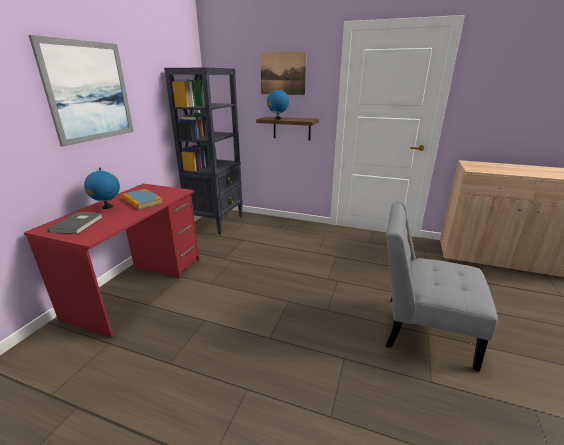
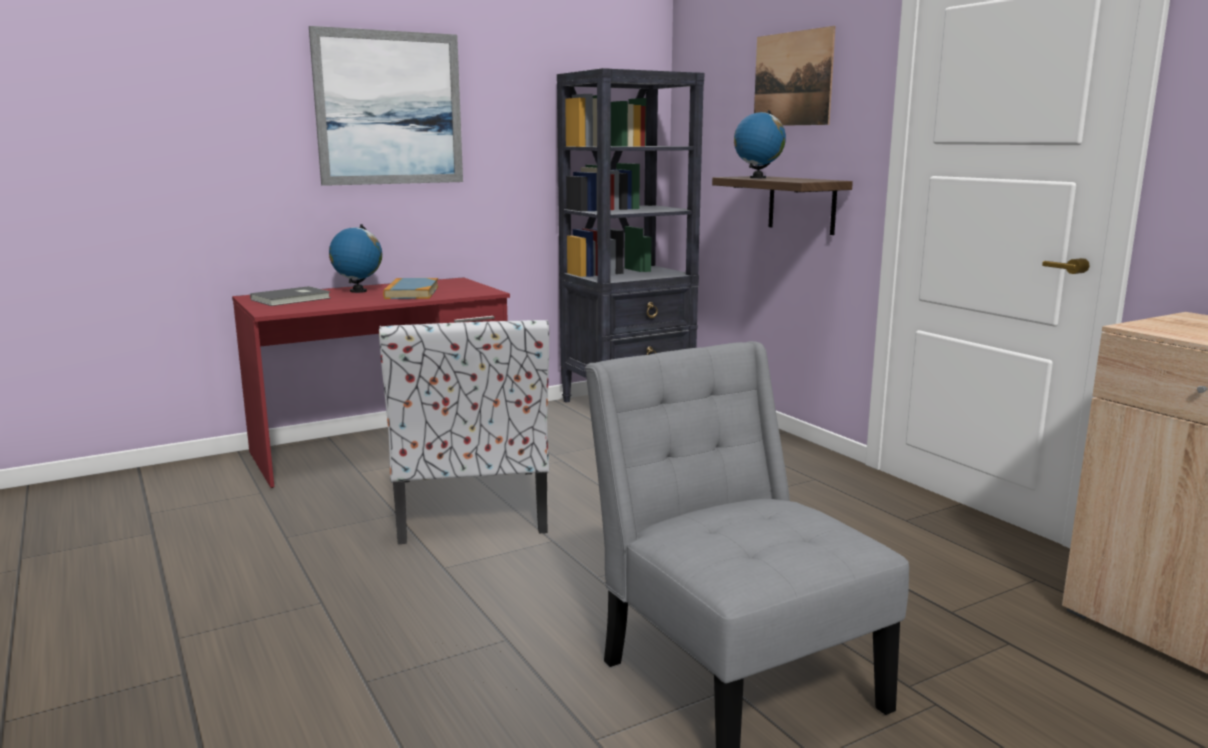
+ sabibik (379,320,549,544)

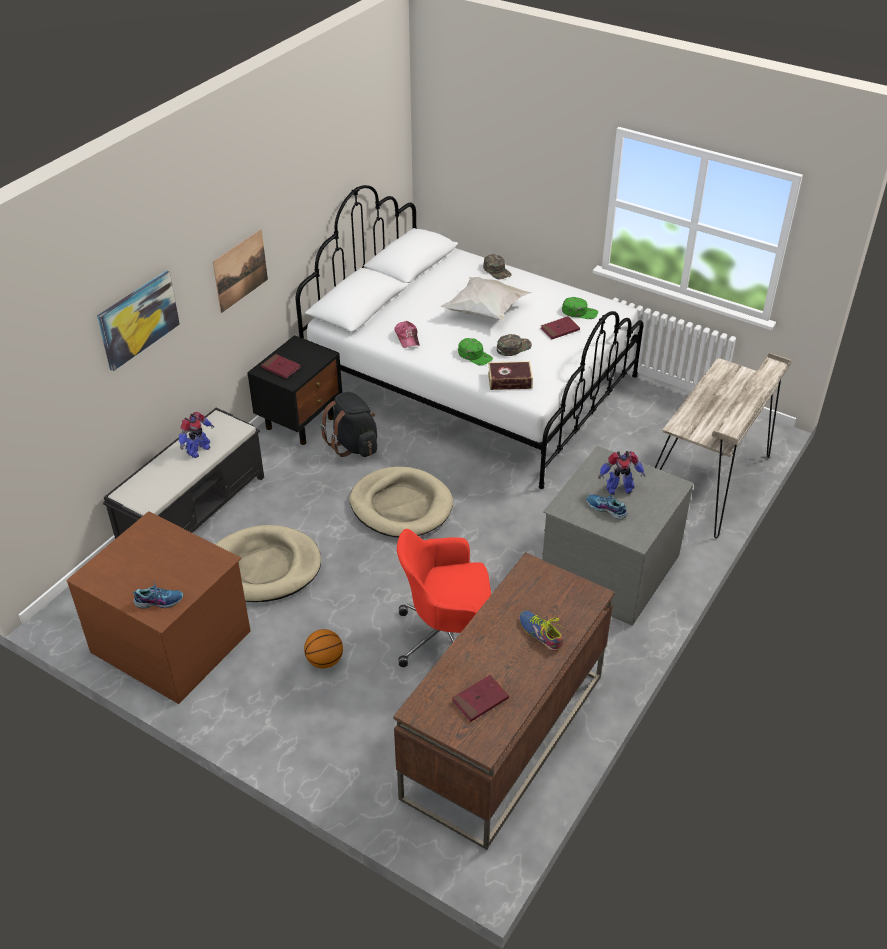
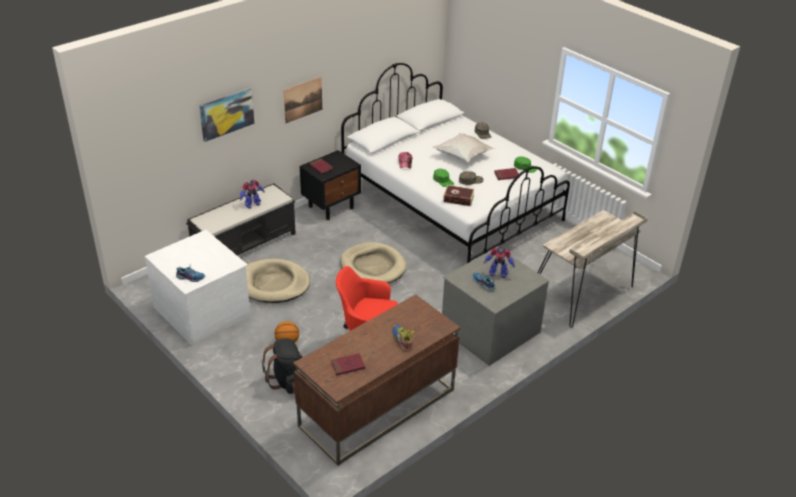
~ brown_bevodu (66,511,251,704) to white_bevodu (145,230,251,346)
~ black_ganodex (320,392,377,457) to (262,338,303,394)

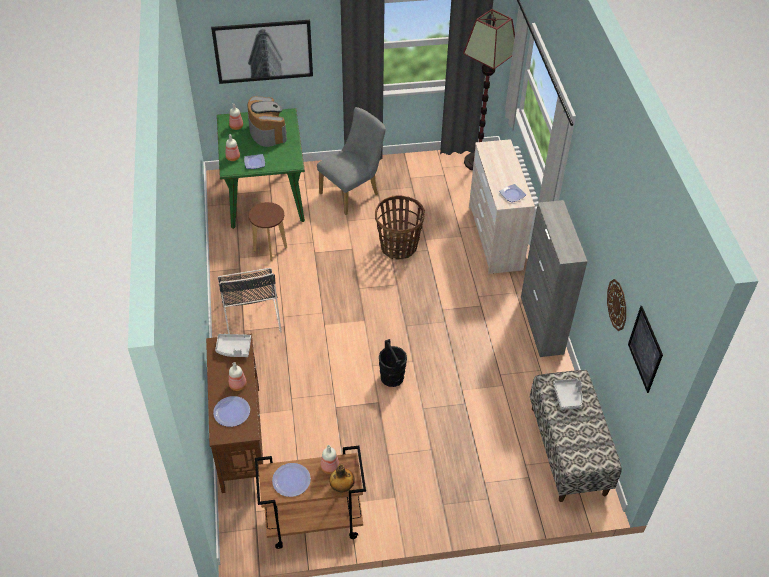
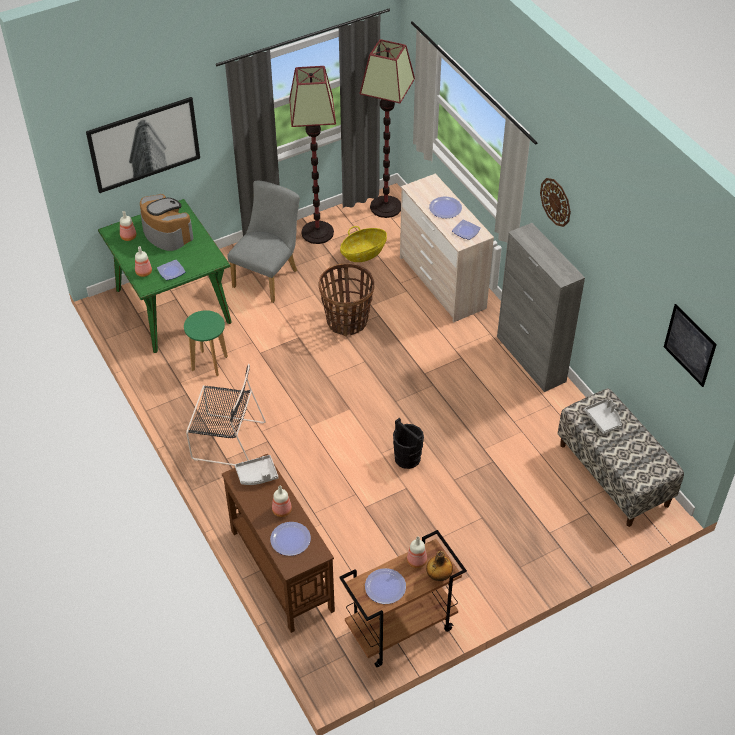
~ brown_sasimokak (249,202,287,261) to green_sasimokak (184,310,228,376)
~ black_sabibik (217,268,282,334) = (186,364,266,466) 45 degrees counterclockwise
+ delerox (289,66,336,244)
+ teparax (340,226,387,262)
+ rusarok (429,196,462,218)
~ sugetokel (607,279,626,331) to (540,178,571,227)

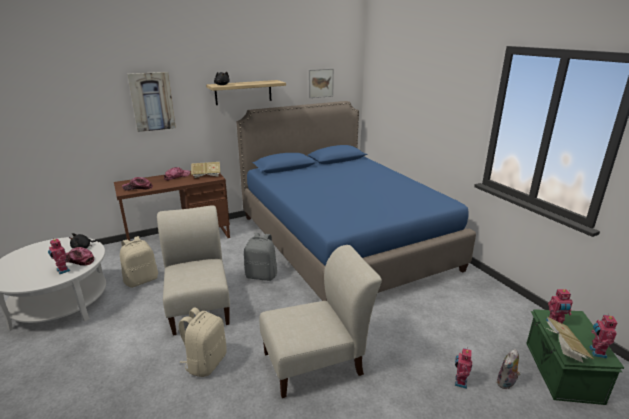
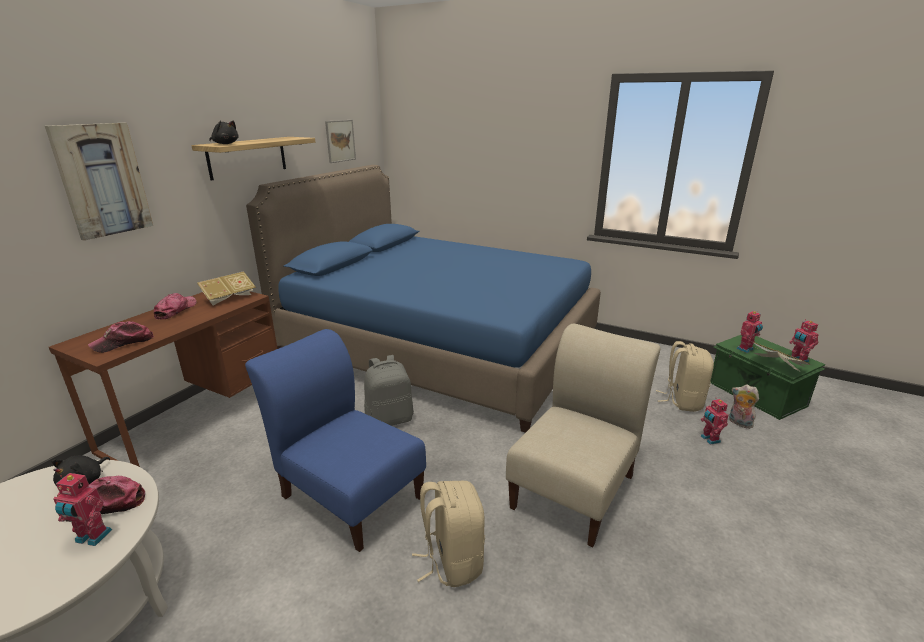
~ beige_sabibik (157,205,230,335) to blue_sabibik (245,329,426,552)
~ beige_ganodex (120,236,158,288) to (656,341,714,412)
~ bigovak (496,349,520,389) = (729,384,759,429) 120 degrees clockwise

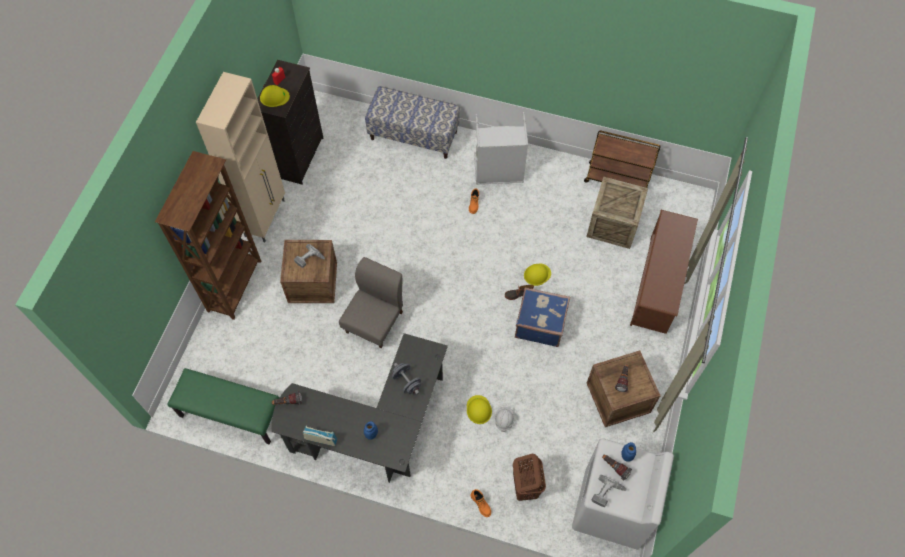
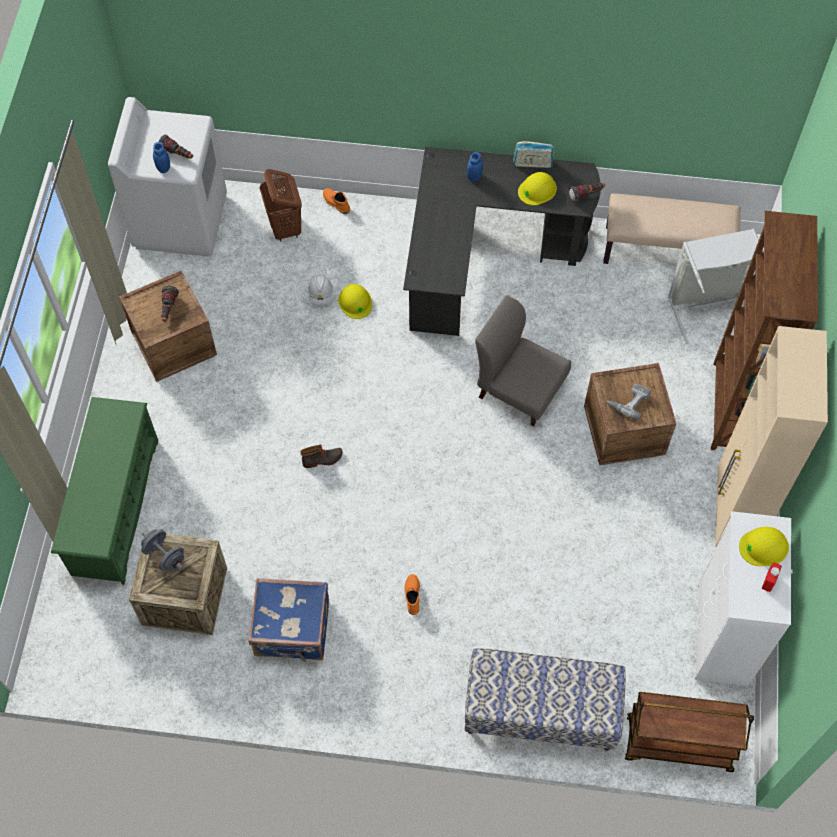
~ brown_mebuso (630,210,698,334) to green_mebuso (51,397,158,585)
~ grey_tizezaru (392,363,421,394) to (141,529,184,571)
~ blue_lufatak (515,287,570,347) to (248,578,329,662)
~ grey_sabibik (339,257,403,348) = (475,295,571,427) 105 degrees clockwise
~ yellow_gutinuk (524,264,551,286) to (518,172,557,205)
~ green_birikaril (167,368,279,445) to beige_birikaril (603,194,741,264)
~ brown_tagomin (584,131,660,188) to (625,692,754,772)
~ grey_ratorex (474,112,528,185) to (668,228,764,344)
~ black_bevodu (258,60,323,184) to white_bevodu (694,511,795,686)
- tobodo (592,475,626,507)

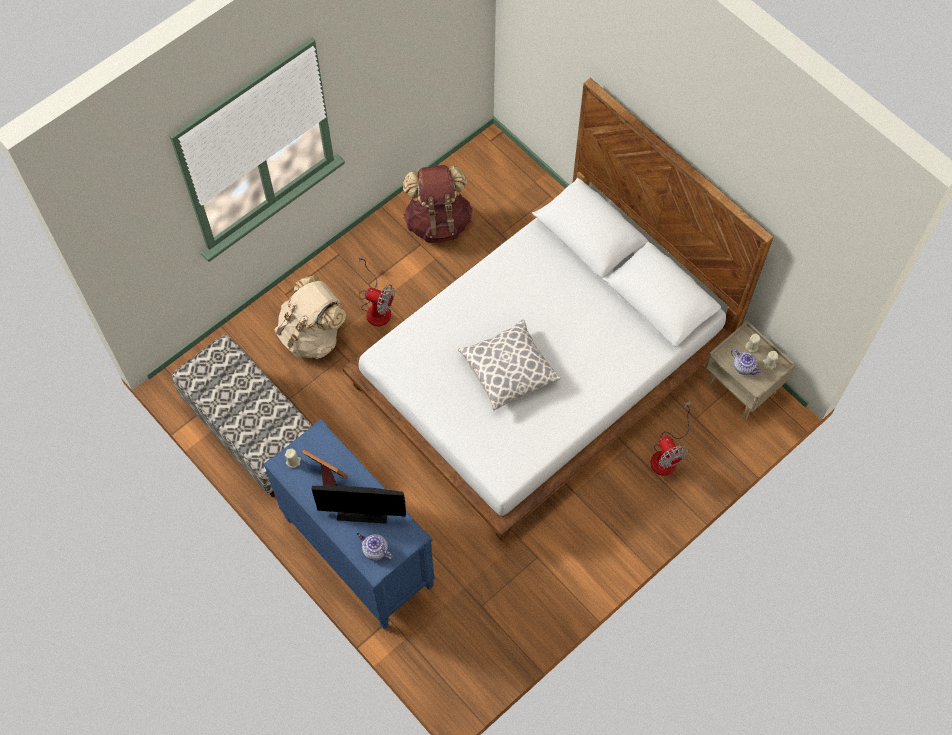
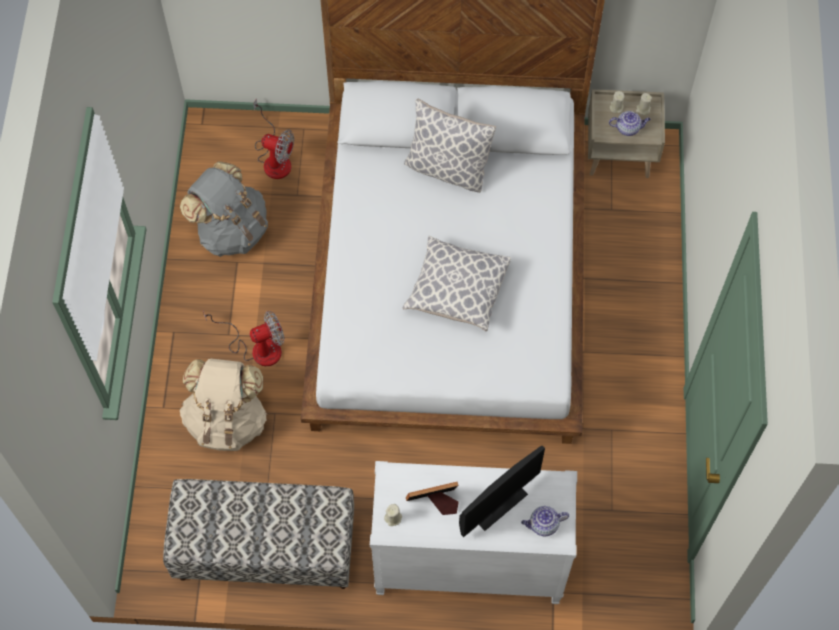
~ brown_ganodex (403,165,473,243) to grey_ganodex (180,161,268,257)
~ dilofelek (650,401,691,476) to (253,99,294,179)
~ blue_bevodu (263,419,435,629) to white_bevodu (370,461,577,604)
+ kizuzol (404,99,496,193)

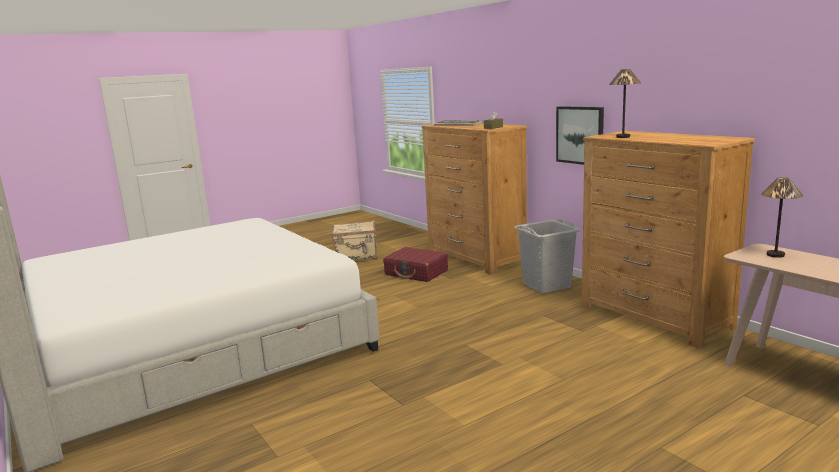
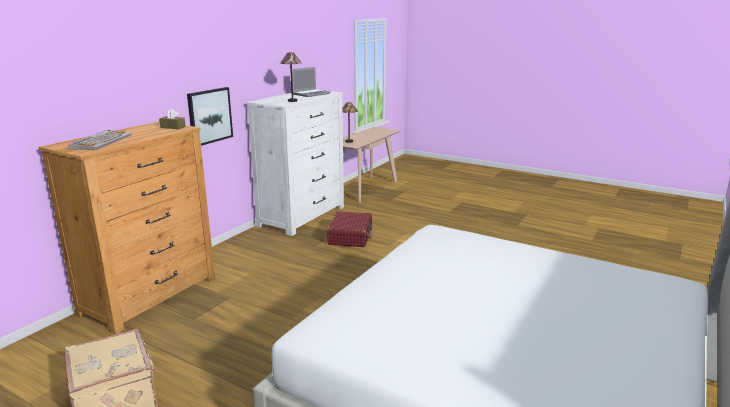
~ brown_bevodu (582,131,755,348) to white_bevodu (246,91,344,236)
+ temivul (292,67,331,97)
~ red_lufatak (383,247,448,282) to (327,211,372,247)
- grey_ratorex (514,219,581,294)

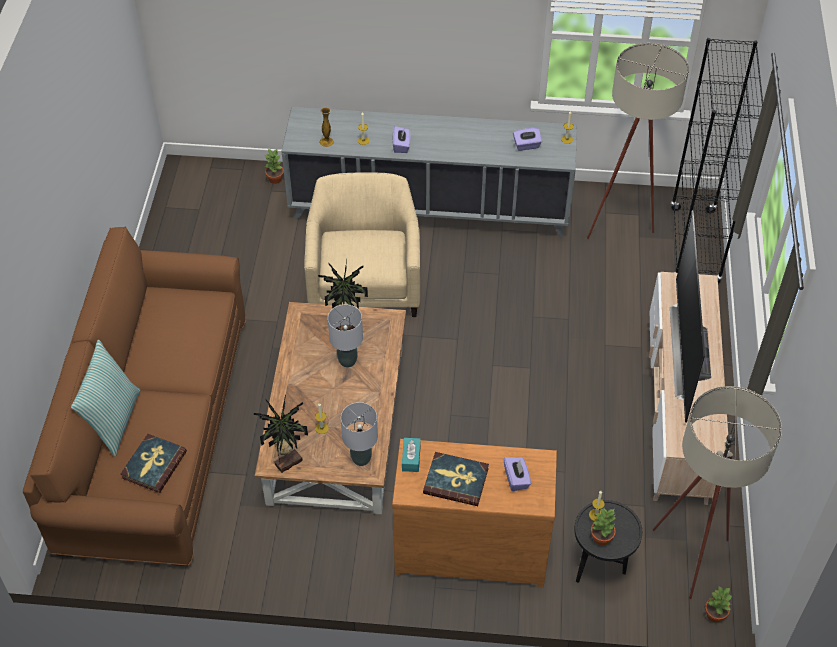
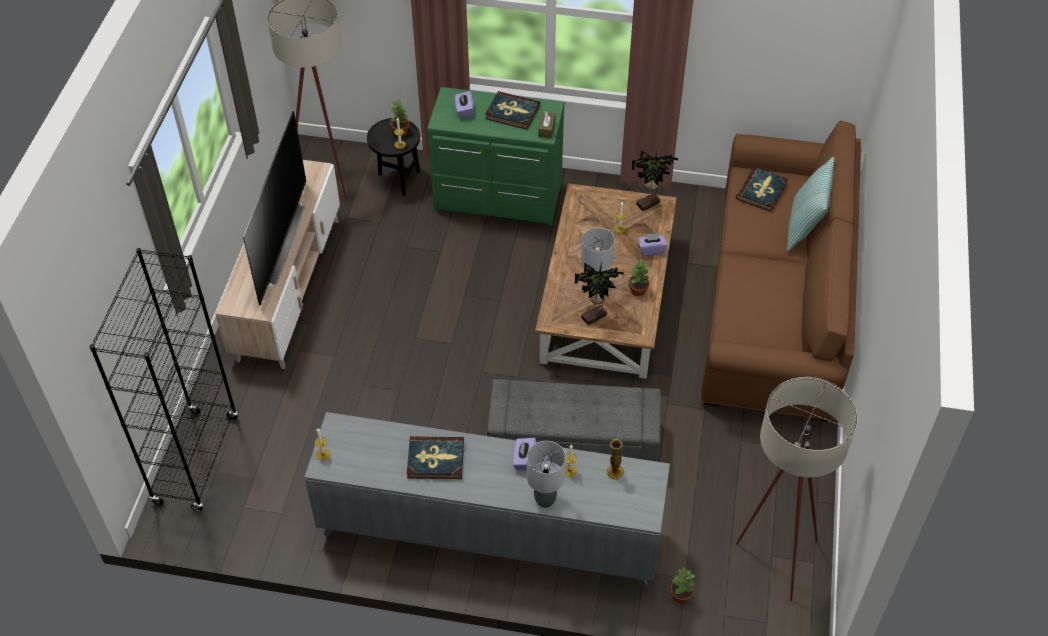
+ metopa (407,436,464,479)
~ brown_bevodu (392,439,557,588) to green_bevodu (427,87,565,225)
~ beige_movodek (304,172,420,317) to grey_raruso (487,379,661,462)
~ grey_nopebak (341,402,378,466) to (527,441,566,508)
~ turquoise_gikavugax (402,438,421,472) to brown_gikavugax (538,111,555,139)
~ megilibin (705,587,732,623) to (628,258,650,296)
~ purple_gikavugax (513,128,542,151) to (638,233,668,256)
~ beige_delerox (587,43,689,239) to (736,377,858,601)

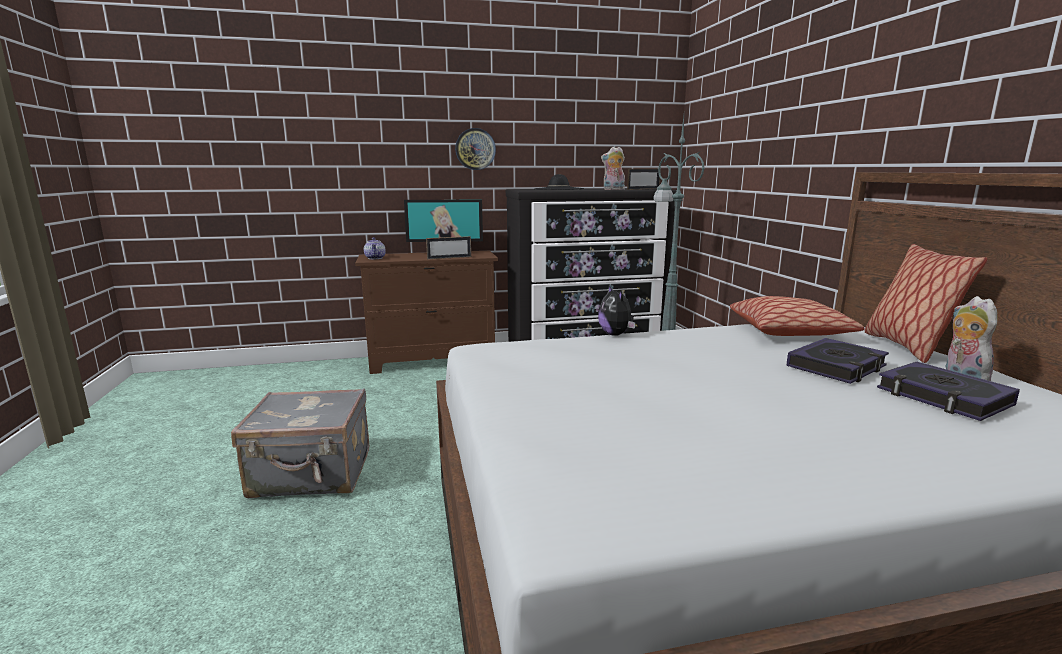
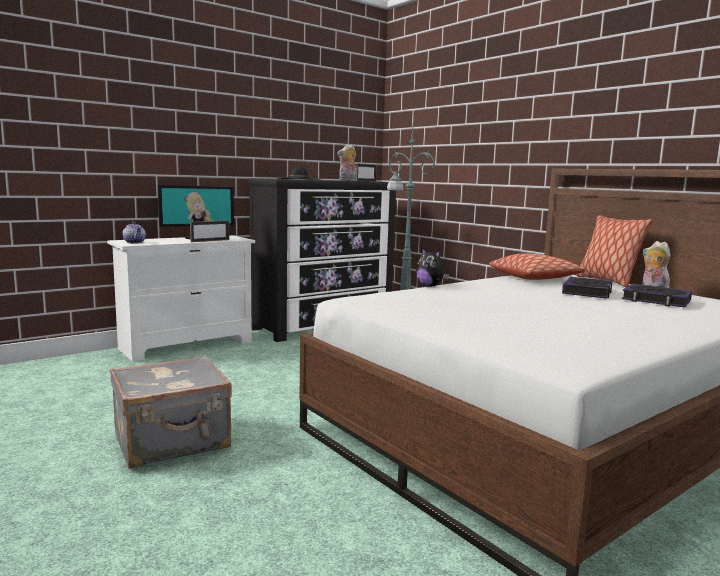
~ brown_bevodu (355,251,498,374) to white_bevodu (107,235,255,362)
- sugetokel (455,128,496,170)

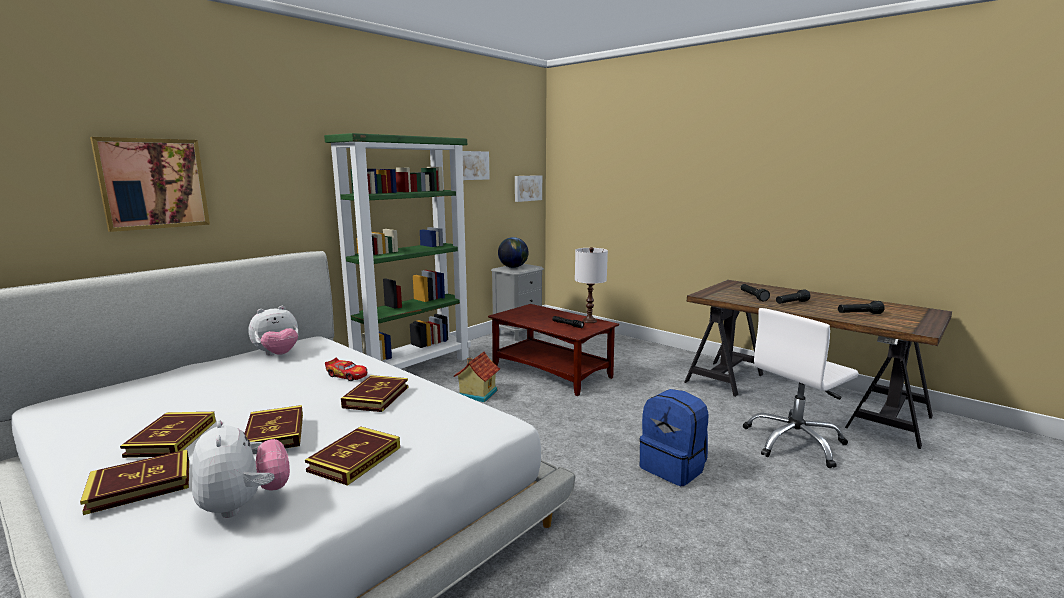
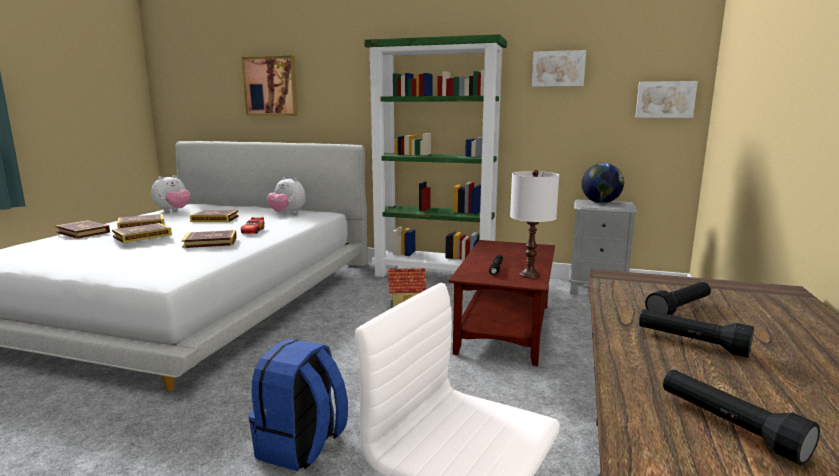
~ bigovak (192,420,290,518) to (151,175,191,211)
~ metopa (305,426,400,486) to (190,210,239,222)

